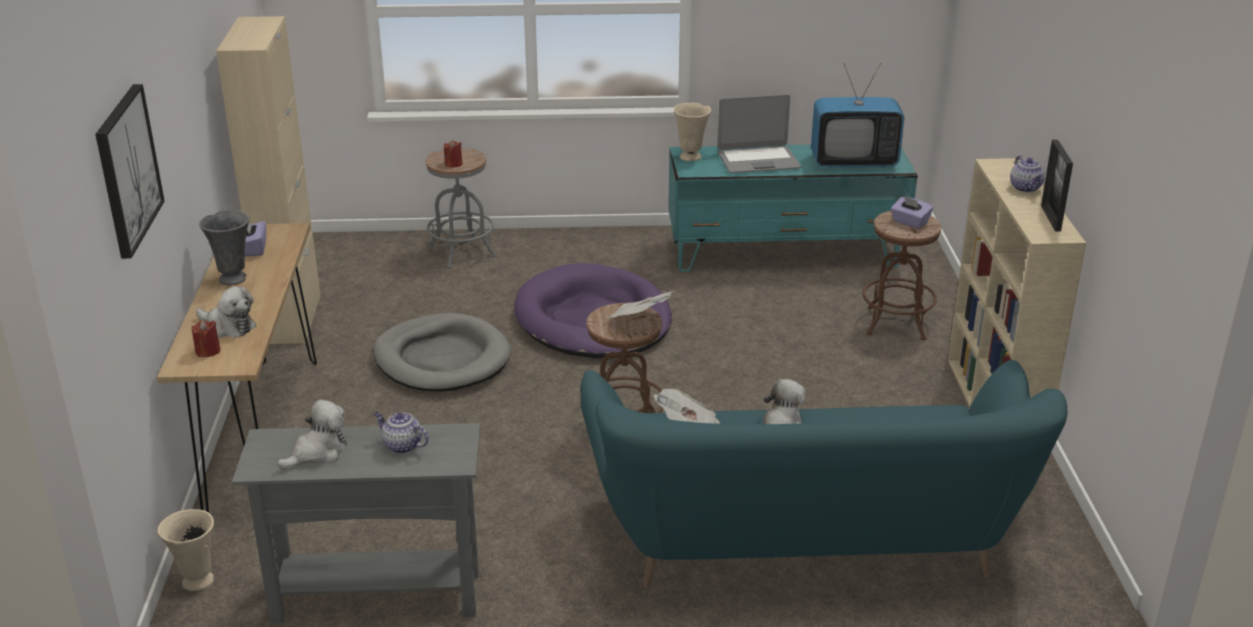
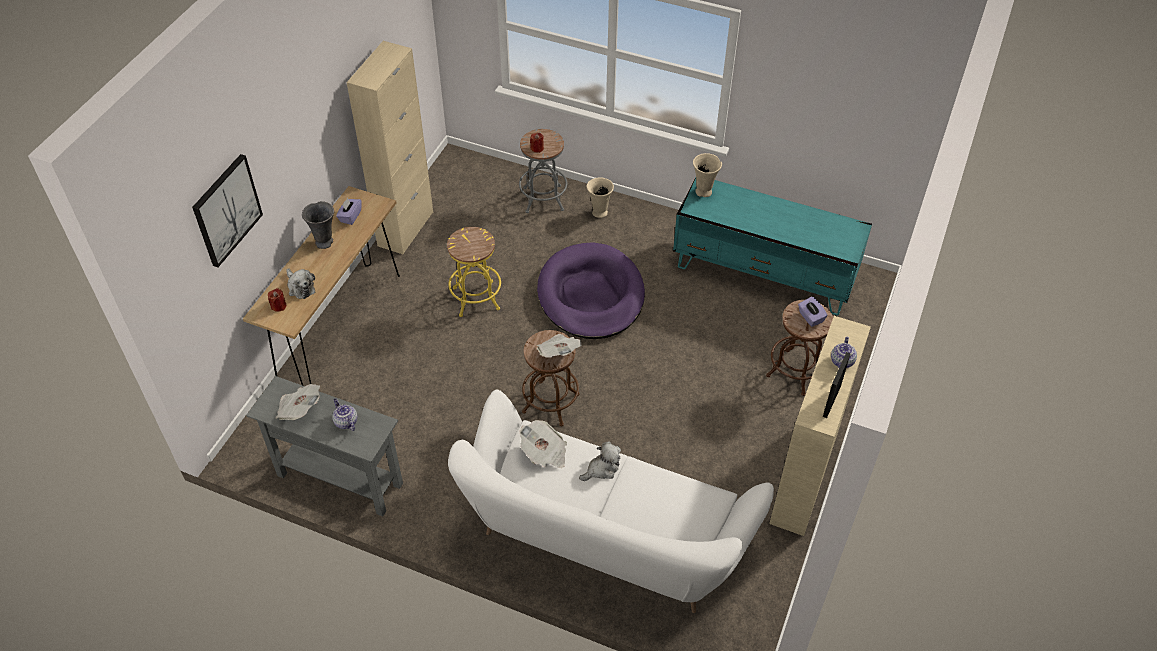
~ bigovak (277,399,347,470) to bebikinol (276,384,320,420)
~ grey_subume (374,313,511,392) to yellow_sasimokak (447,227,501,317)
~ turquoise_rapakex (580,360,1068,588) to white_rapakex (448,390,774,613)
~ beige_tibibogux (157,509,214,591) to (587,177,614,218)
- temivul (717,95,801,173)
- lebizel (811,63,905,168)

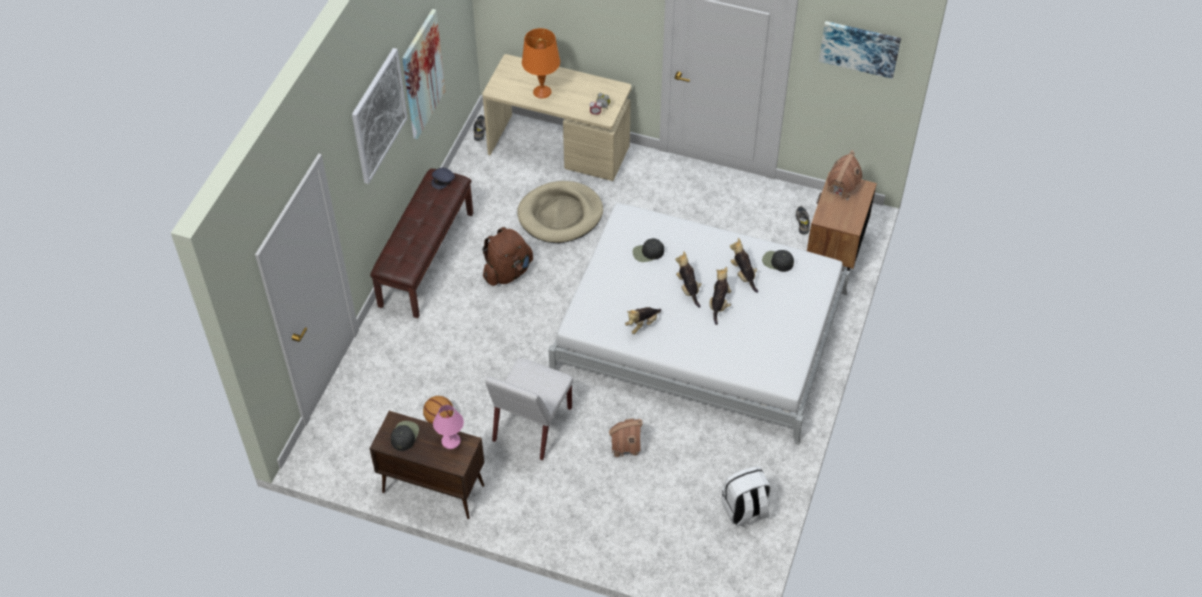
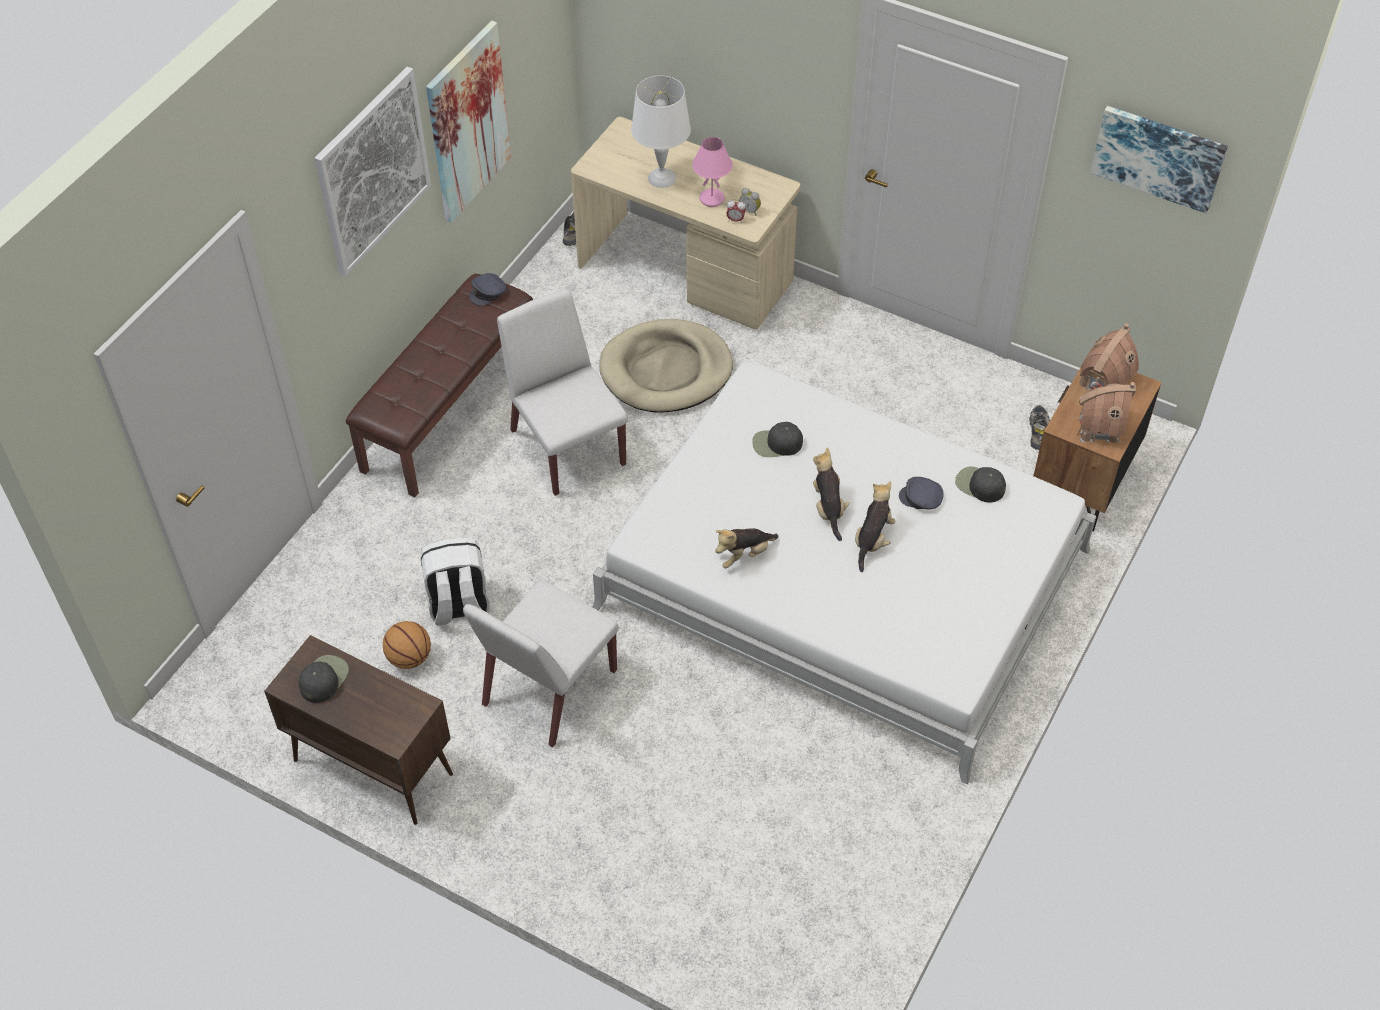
~ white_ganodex (722,466,771,527) to (420,538,490,625)
~ brown_ganodex (482,227,533,286) to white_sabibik (497,289,628,496)
~ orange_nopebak (522,28,560,98) to white_nopebak (631,76,691,188)
~ pink_nopebak (433,405,464,449) to (692,137,733,207)
~ bigovak (730,238,758,293) to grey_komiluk (899,477,944,510)
~ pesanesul (609,418,642,458) to (1077,382,1136,443)

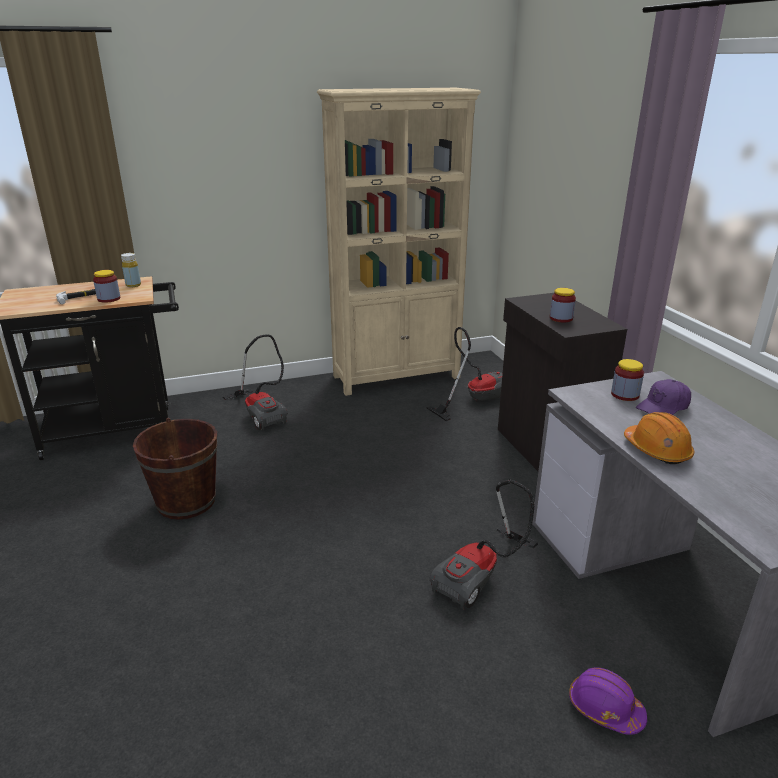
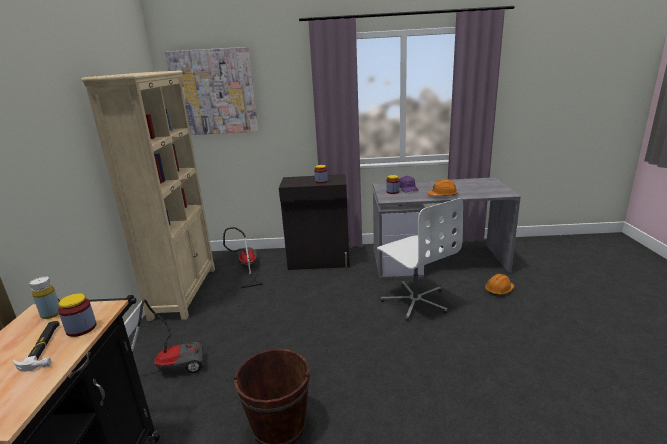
+ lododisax (165,47,258,135)
~ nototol (430,480,538,610) to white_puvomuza (377,198,463,321)
~ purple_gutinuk (569,667,647,735) to orange_gutinuk (485,274,514,296)

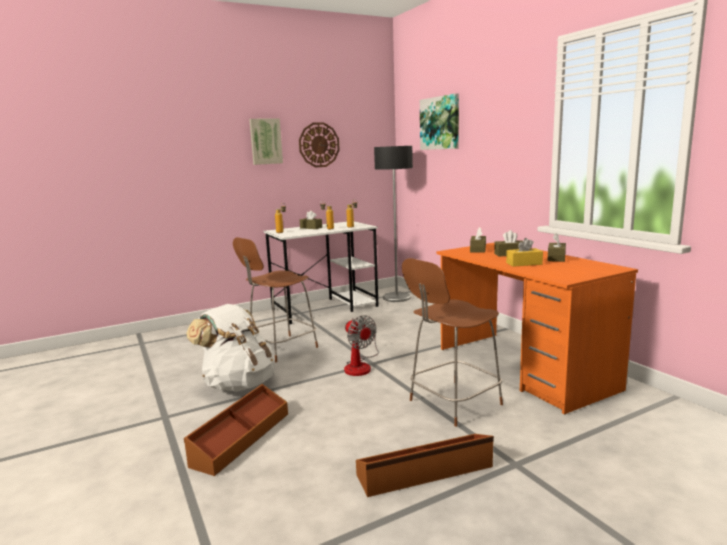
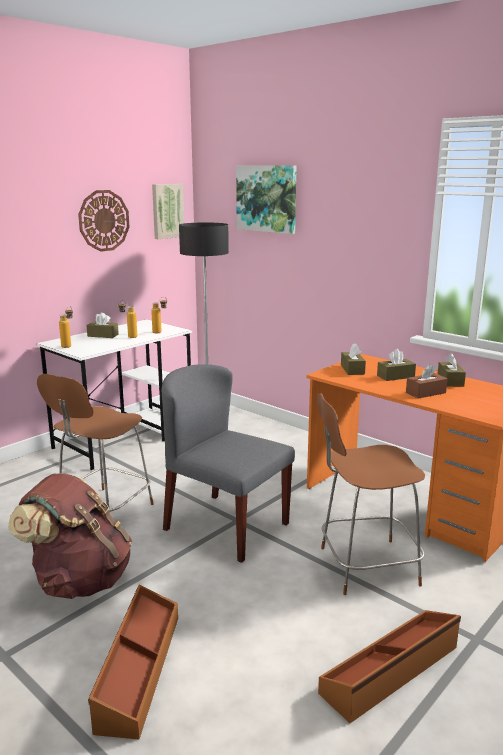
~ white_ganodex (186,304,275,391) to brown_ganodex (8,473,132,599)
~ lododisax (249,118,283,165) to (152,184,184,239)
~ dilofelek (344,315,379,376) to grey_sabibik (162,364,295,563)
~ brown_sabibik (402,258,503,427) = (317,393,425,595) 45 degrees clockwise
~ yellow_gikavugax (506,238,543,267) to brown_gikavugax (406,364,448,398)

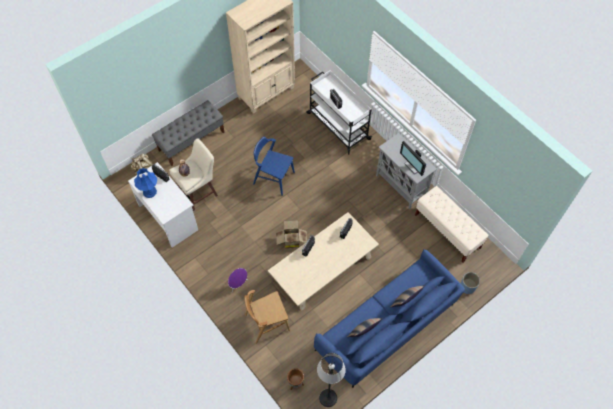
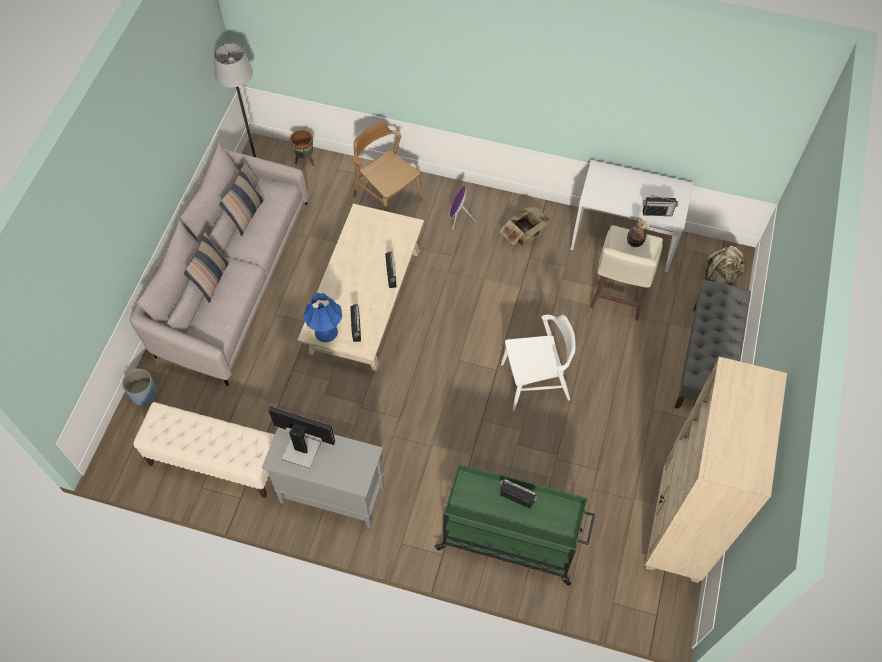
~ blue_rapakex (314,249,465,388) to grey_rapakex (130,142,308,386)
~ blue_nopebak (134,168,157,198) to (303,293,342,342)
~ brown_sabibik (244,290,290,344) = (353,122,423,212) 75 degrees counterclockwise
~ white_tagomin (306,70,372,155) to green_tagomin (435,464,595,586)
~ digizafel (276,220,307,249) to (499,207,550,247)
~ blue_sabibik (253,137,295,196) to white_sabibik (501,315,576,411)

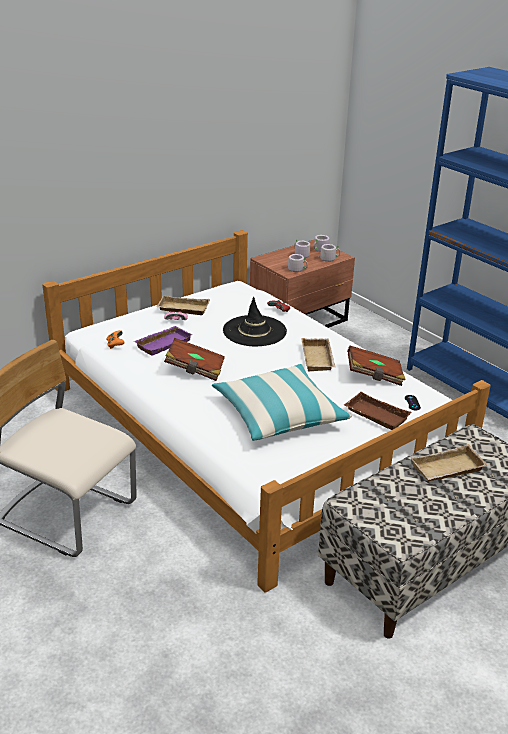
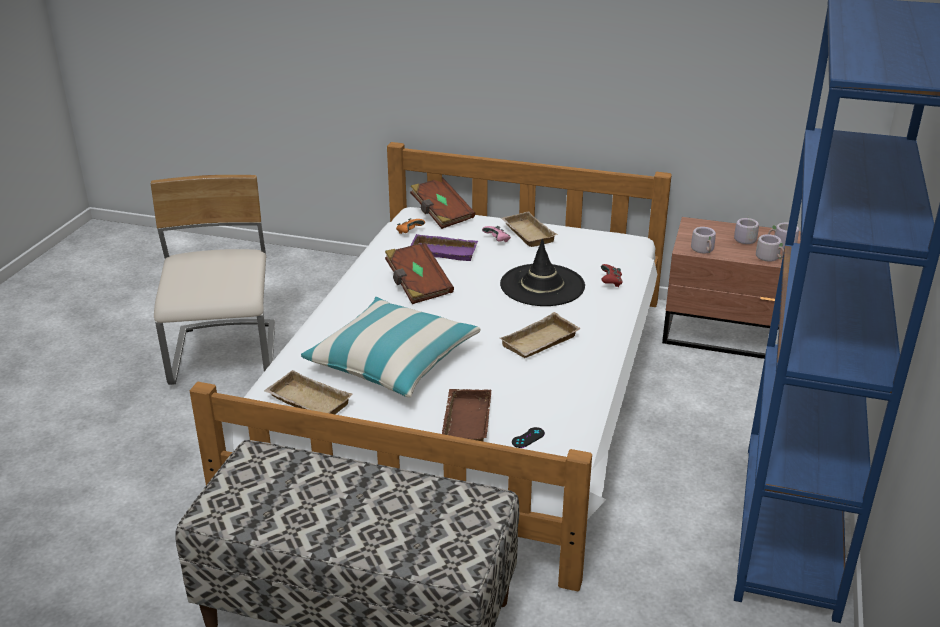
~ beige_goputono (411,444,487,481) to (264,370,352,414)
~ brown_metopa (347,346,406,386) to (410,177,475,229)

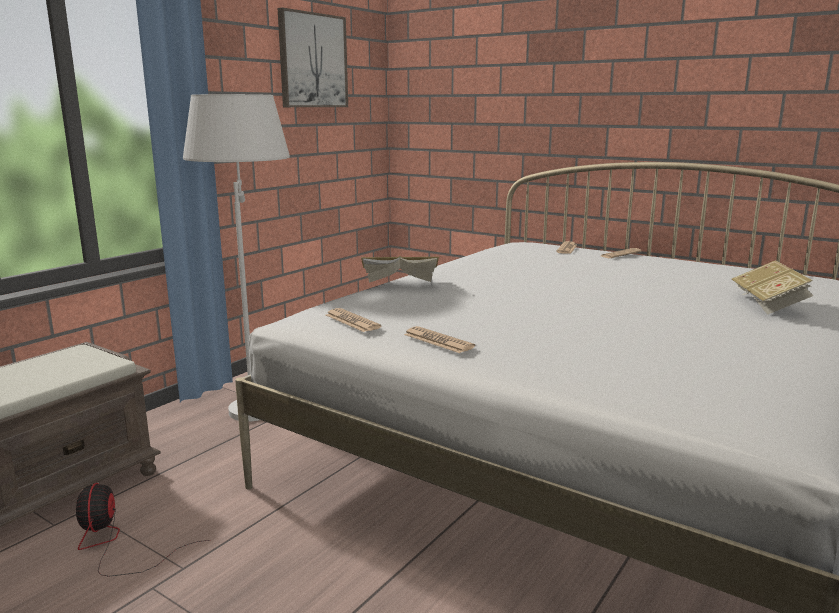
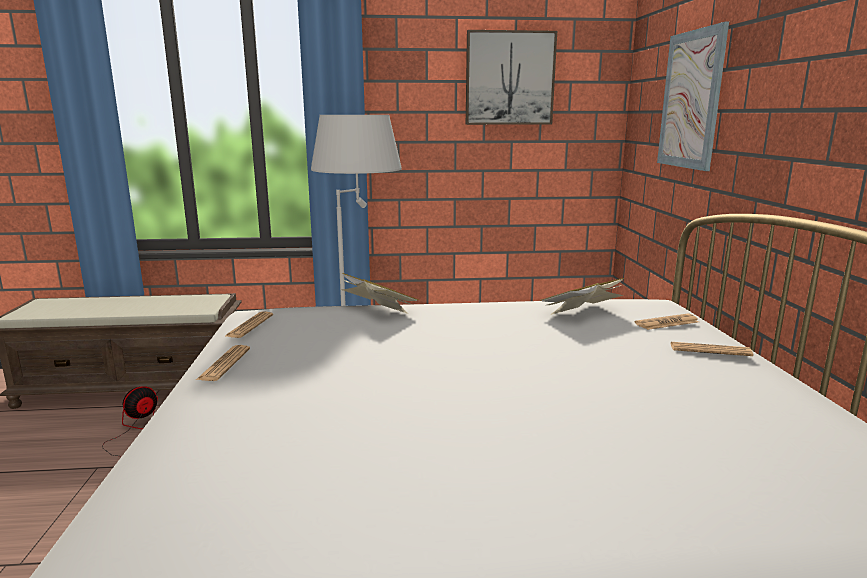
~ metopa (732,261,814,314) to (540,278,624,315)
+ lododisax (657,22,729,171)

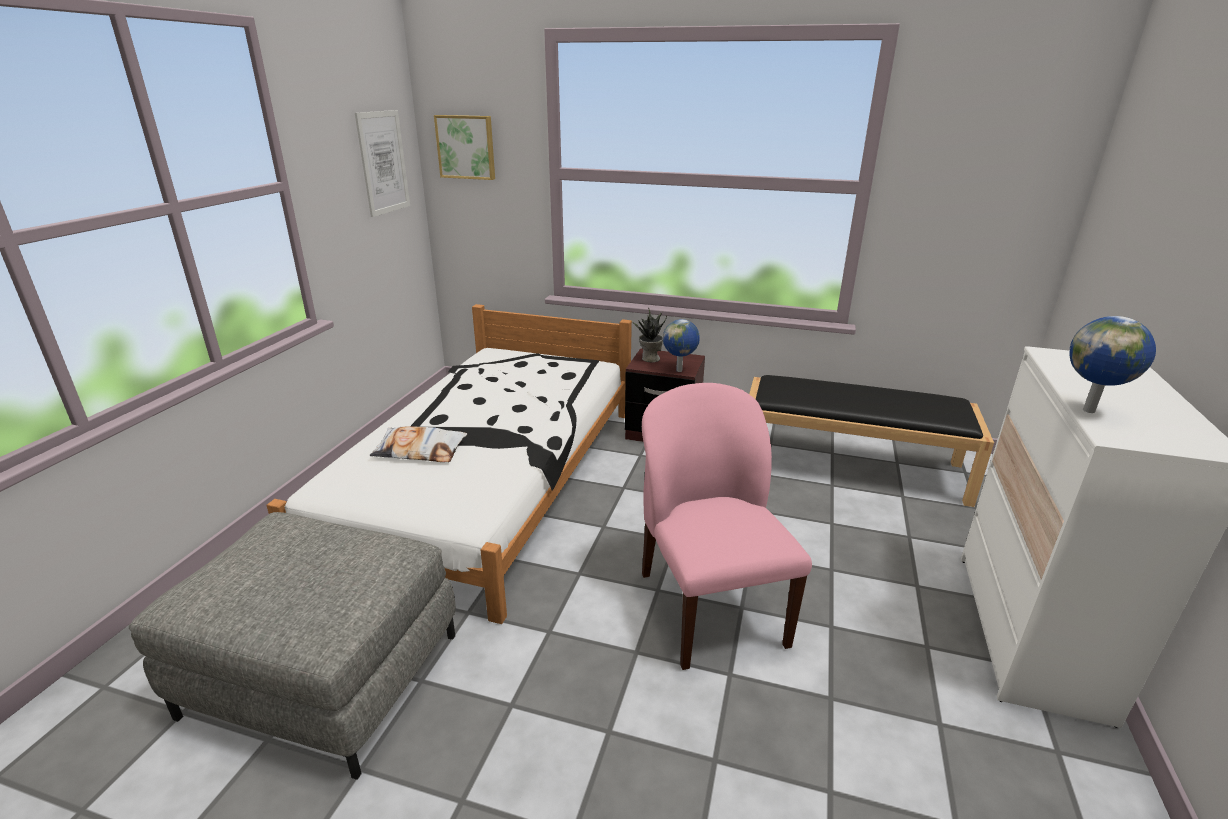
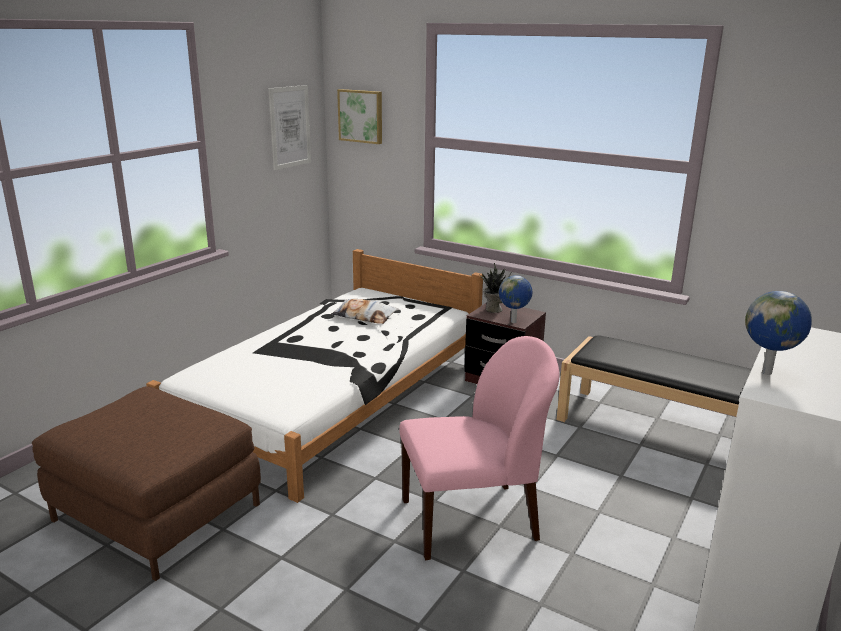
~ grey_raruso (129,512,456,780) to brown_raruso (32,386,261,581)
~ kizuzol (369,426,467,462) to (331,299,399,324)
~ pink_sabibik (642,383,812,670) = (399,336,560,560) 75 degrees clockwise

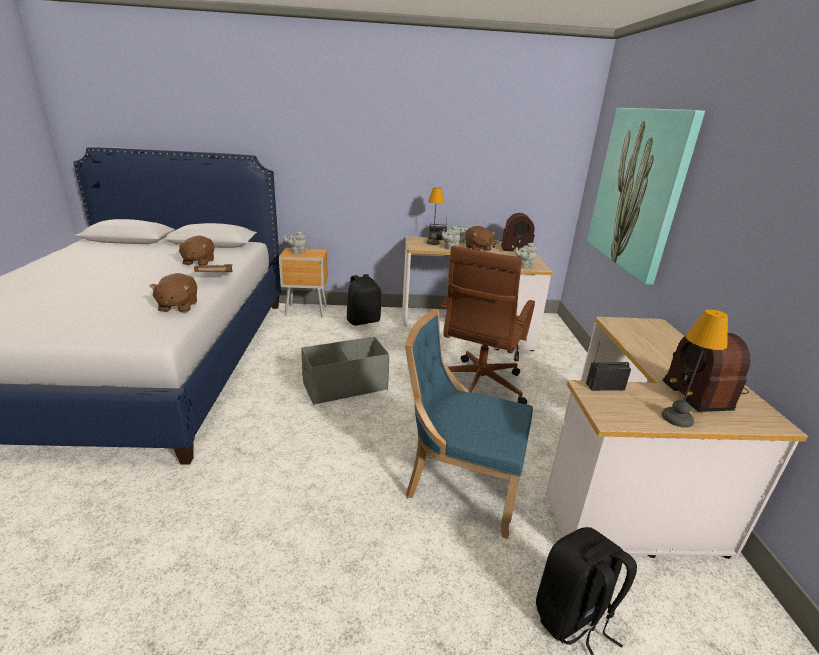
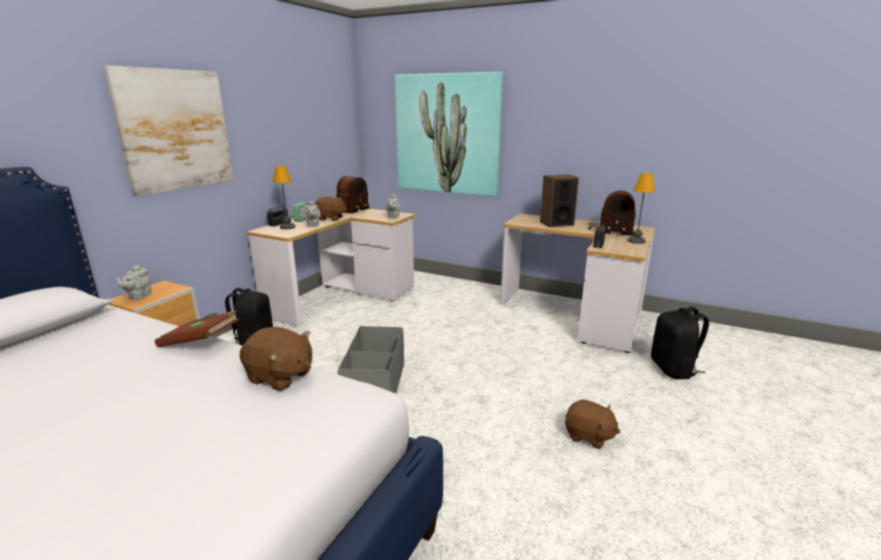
+ lododisax (103,65,234,197)
+ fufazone (540,175,579,227)
~ brown_bigovak (177,235,214,266) to (565,399,620,449)
- blue_sabibik (405,309,533,539)
- brown_puvomuza (441,246,535,404)

